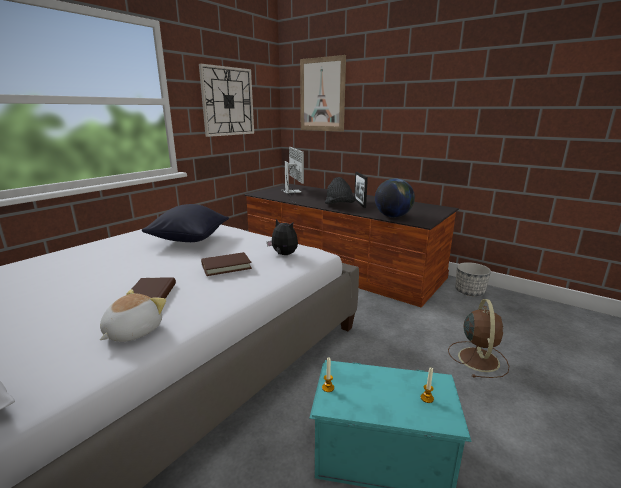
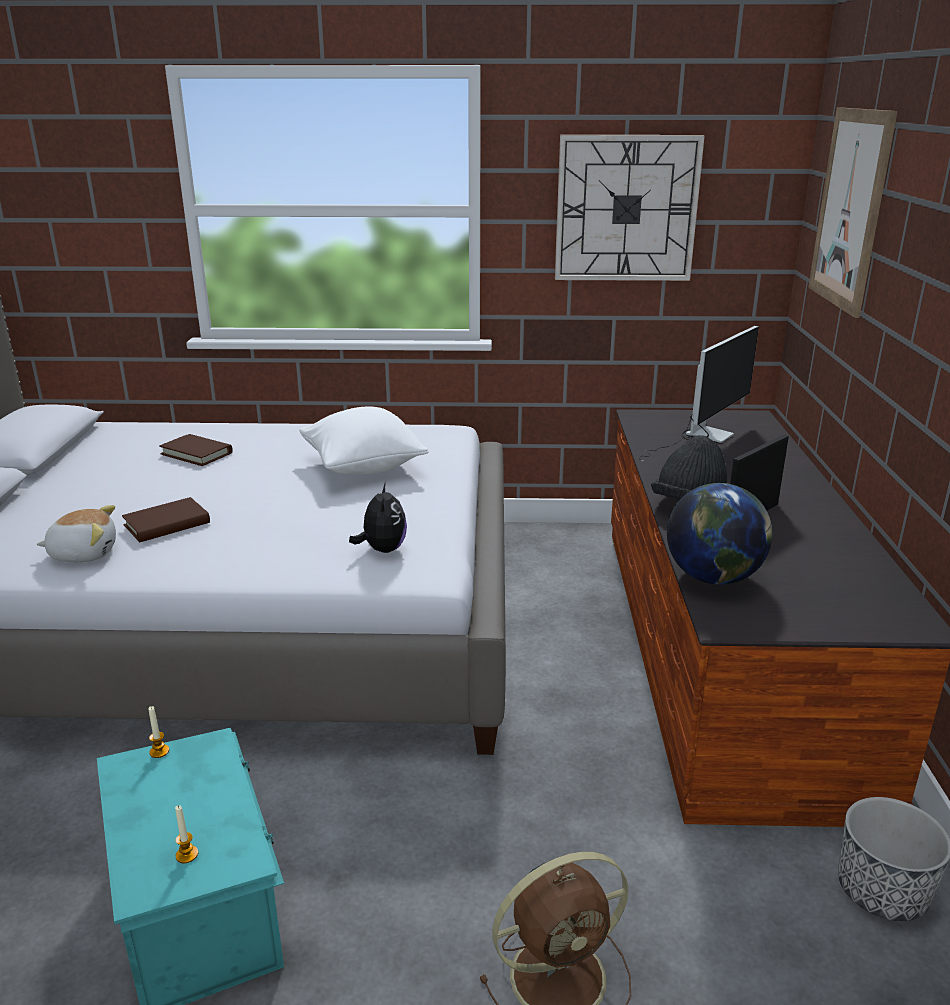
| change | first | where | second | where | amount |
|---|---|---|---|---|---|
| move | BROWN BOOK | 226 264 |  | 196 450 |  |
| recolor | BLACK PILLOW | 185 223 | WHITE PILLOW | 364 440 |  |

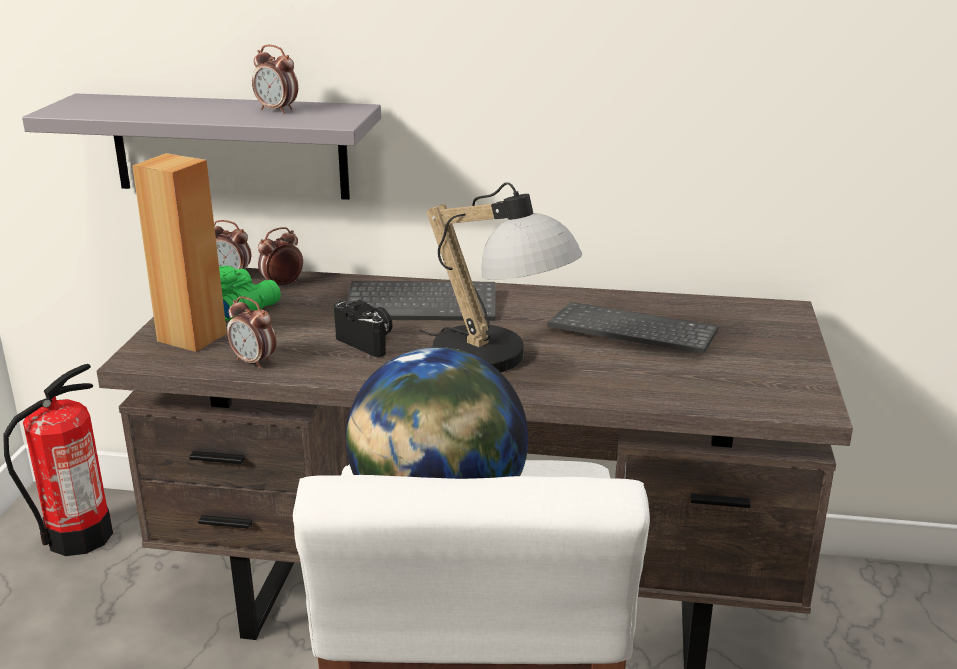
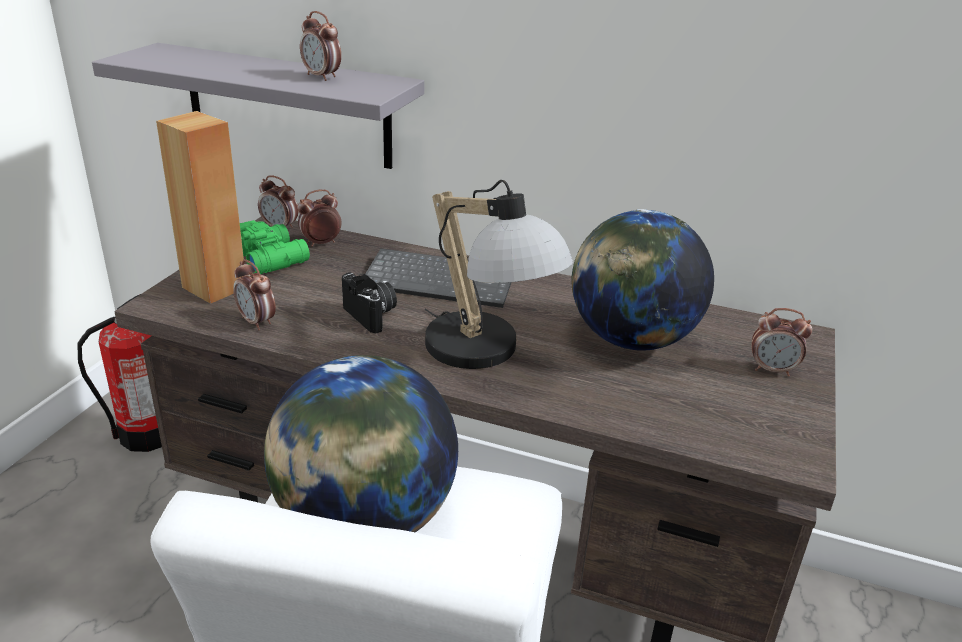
| change | first | where | second | where | amount |
|---|---|---|---|---|---|
| insert |  |  | ALARM CLOCK | 781 342 |  |
| replace | KEYBOARD | 633 328 | GLOBE | 642 279 |  |

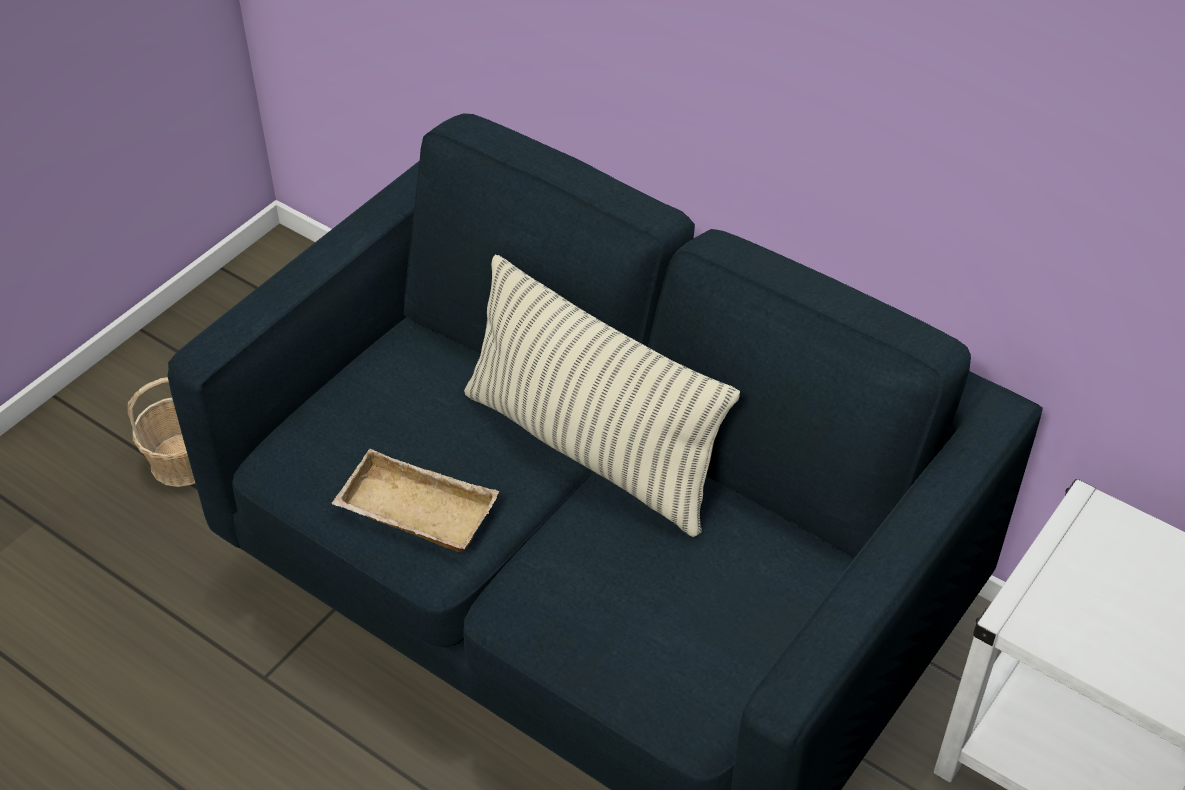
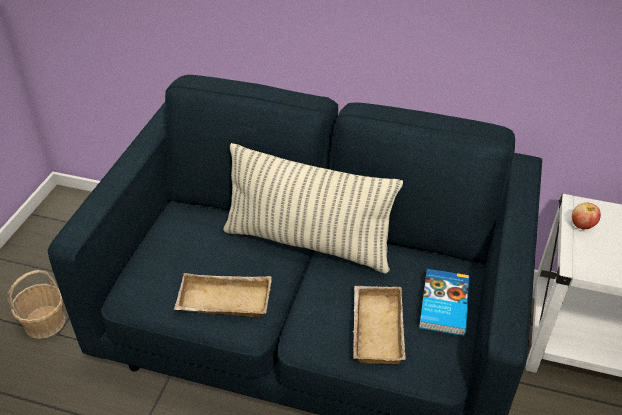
| change | first | where | second | where | amount |
|---|---|---|---|---|---|
| insert |  |  | BEIGE TRAY | 379 325 |  |
| insert |  |  | BOOK | 444 302 |  |
| insert |  |  | APPLE | 586 216 |  |

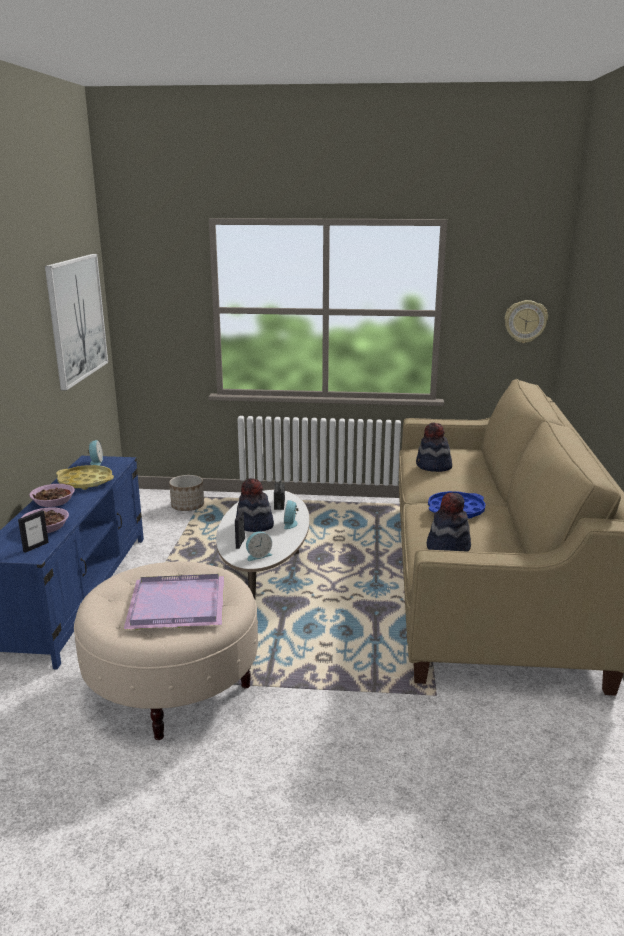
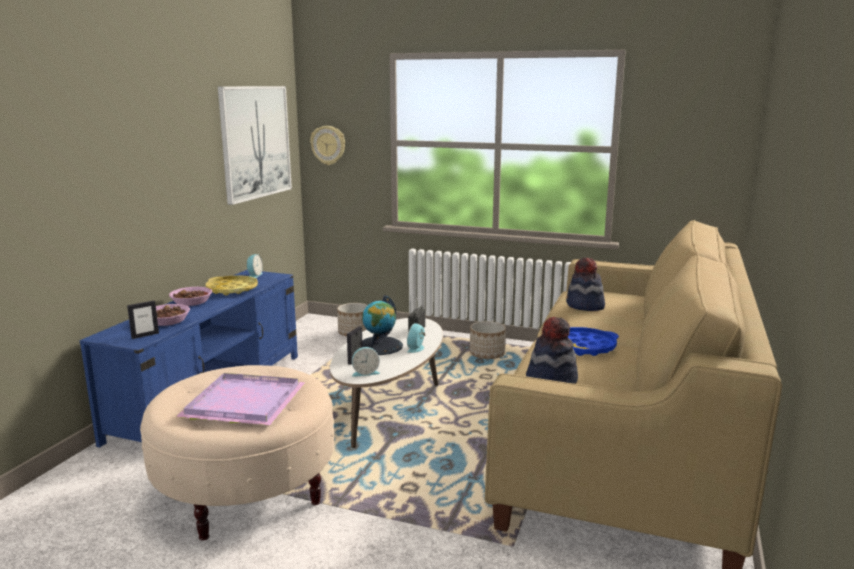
| change | first | where | second | where | amount |
|---|---|---|---|---|---|
| insert |  |  | PLANTER | 488 340 |  |
| move | WALL CLOCK | 526 321 |  | 327 145 |  |
| replace | HAT | 255 505 | GLOBE | 382 325 |  |

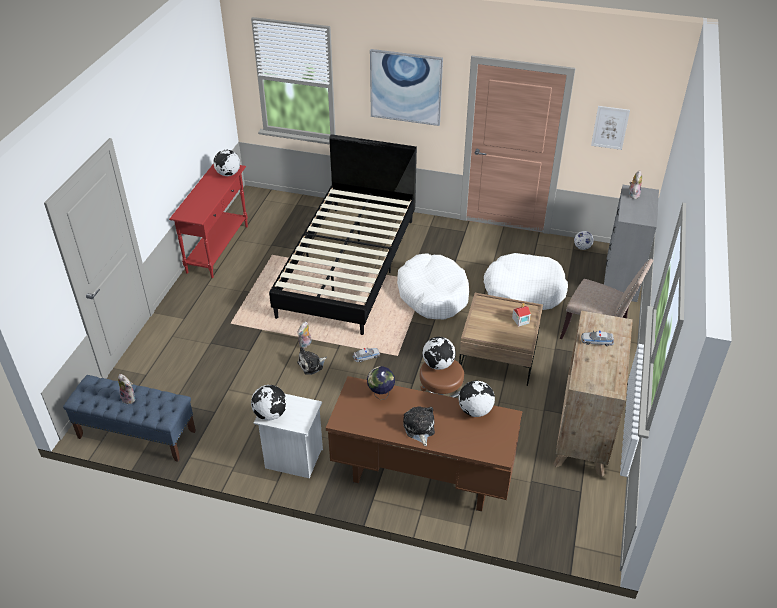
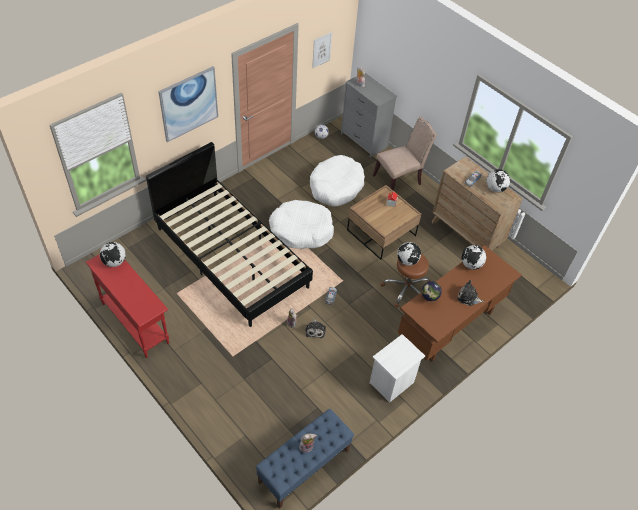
| change | first | where | second | where | amount |
|---|---|---|---|---|---|
| move | GLOBE | 269 402 |  | 498 180 |  |

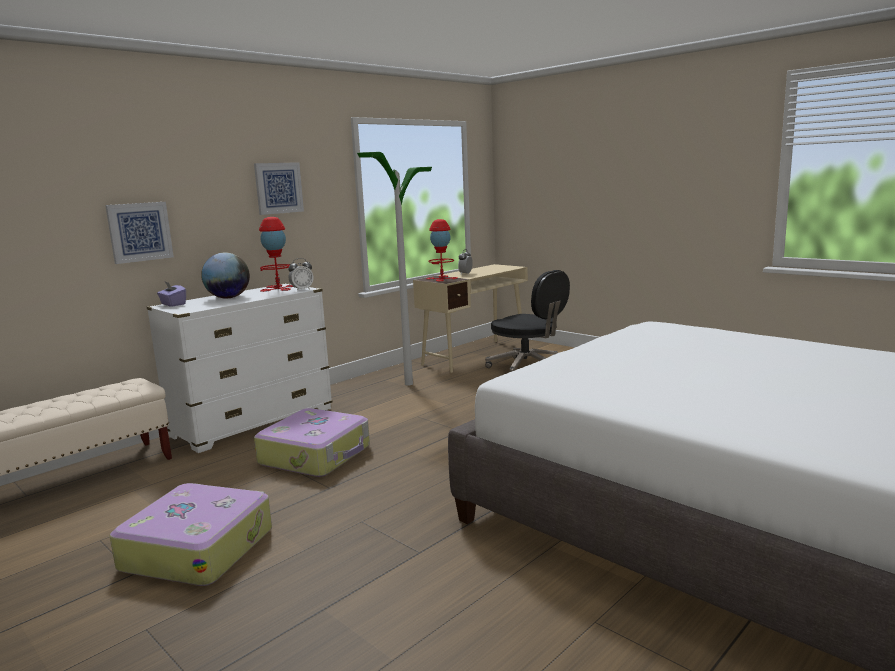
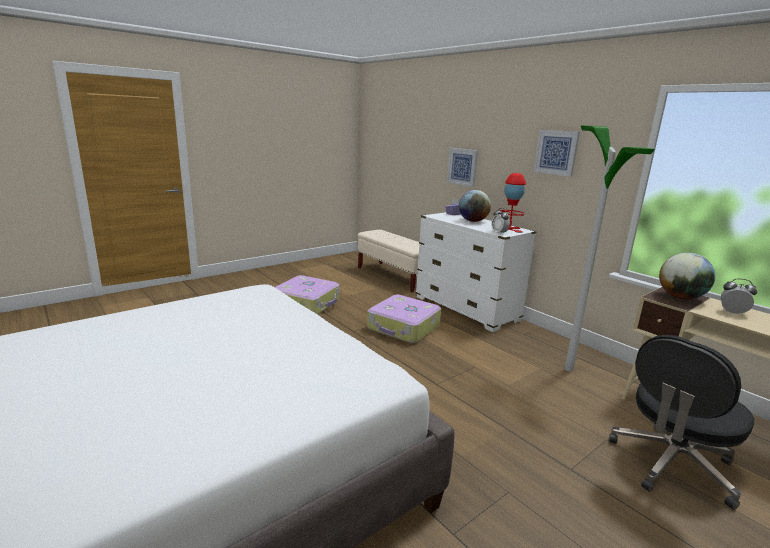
| change | first | where | second | where | amount |
|---|---|---|---|---|---|
| replace | RED TABLE LAMP | 442 250 | GLOBE | 687 276 |  |

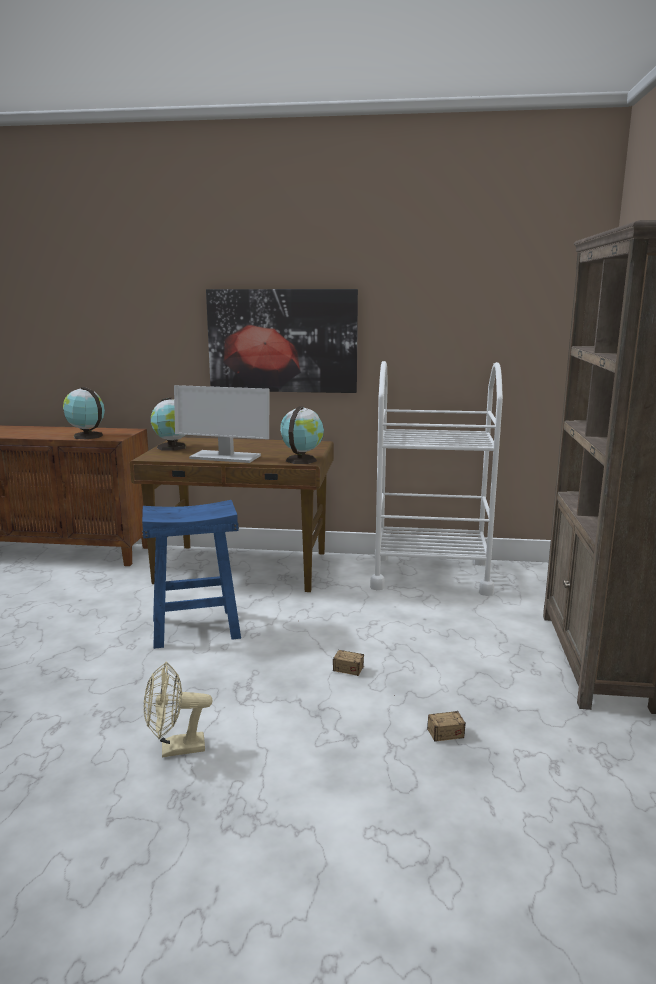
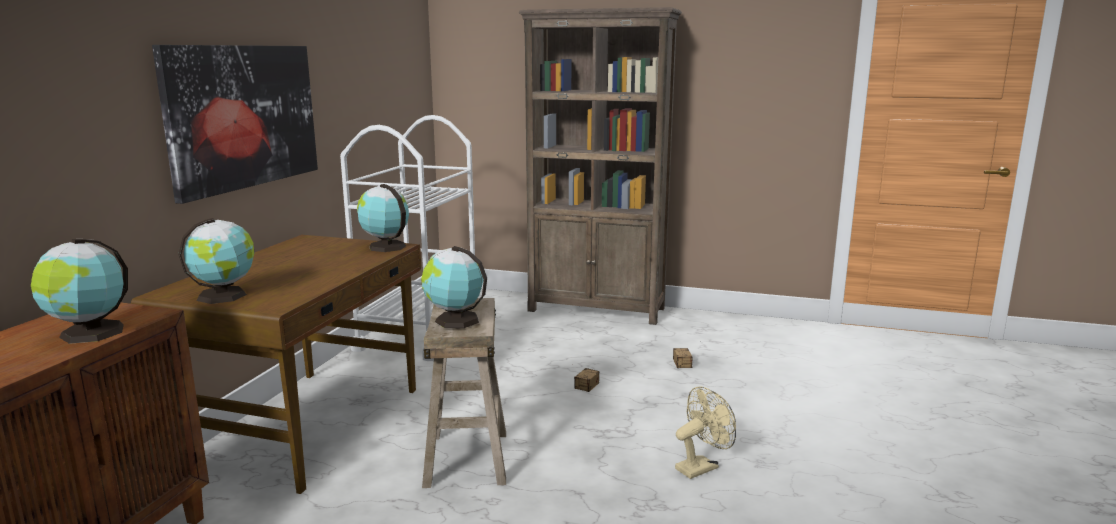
| change | first | where | second | where | amount |
|---|---|---|---|---|---|
| delete | MONITOR | 221 424 |  |  |  |
| insert |  |  | GLOBE | 454 287 |  |
| recolor | BLUE STOOL | 191 574 | BEIGE STOOL | 464 393 |  |
| rotate | BEIGE FAN | 178 710 |  | 705 432 | 120 degrees counterclockwise |

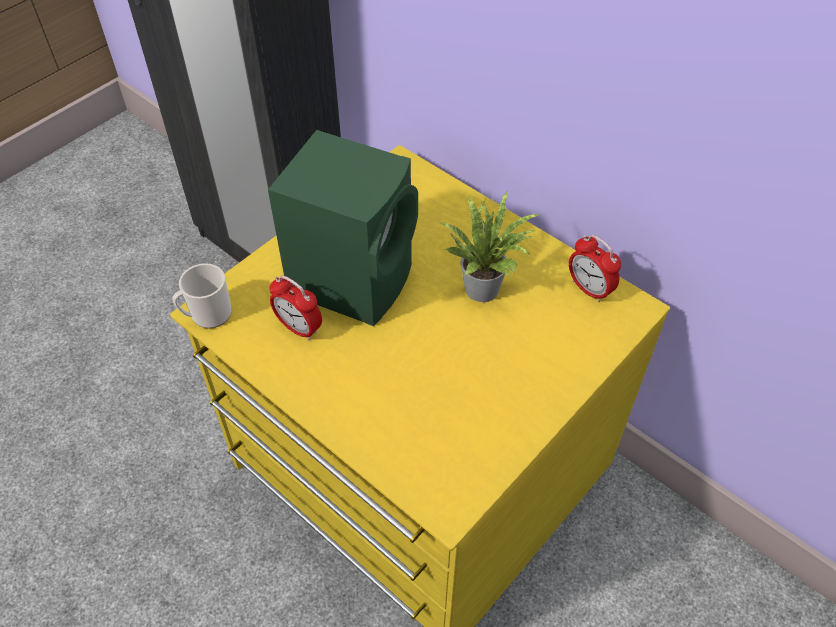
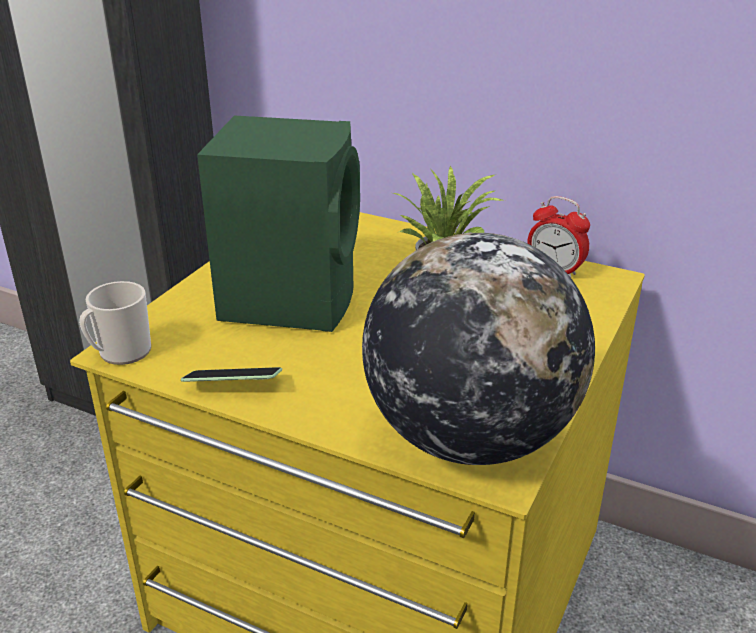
| change | first | where | second | where | amount |
|---|---|---|---|---|---|
| delete | ALARM CLOCK | 295 307 |  |  |  |
| insert |  |  | PHONE | 231 374 |  |
| insert |  |  | GLOBE | 478 349 |  |

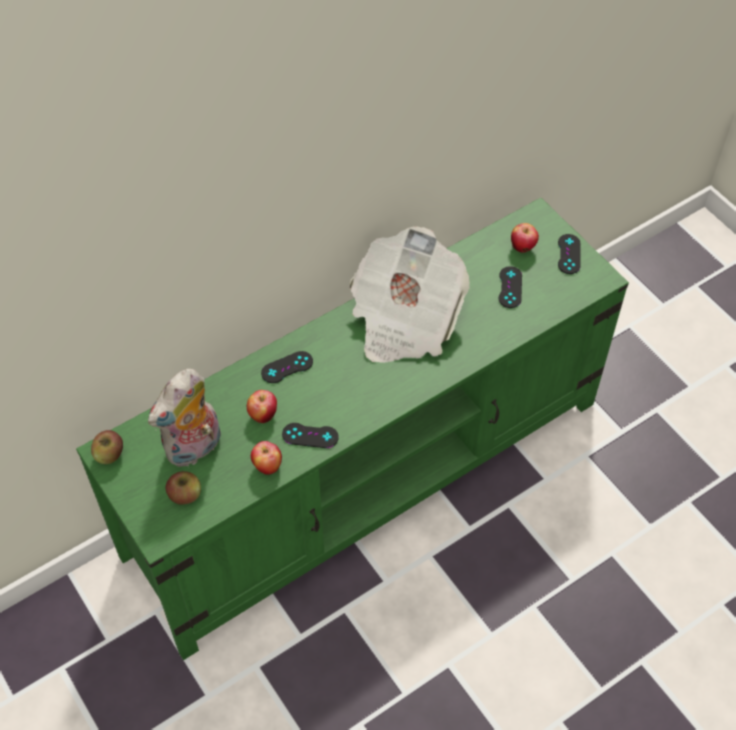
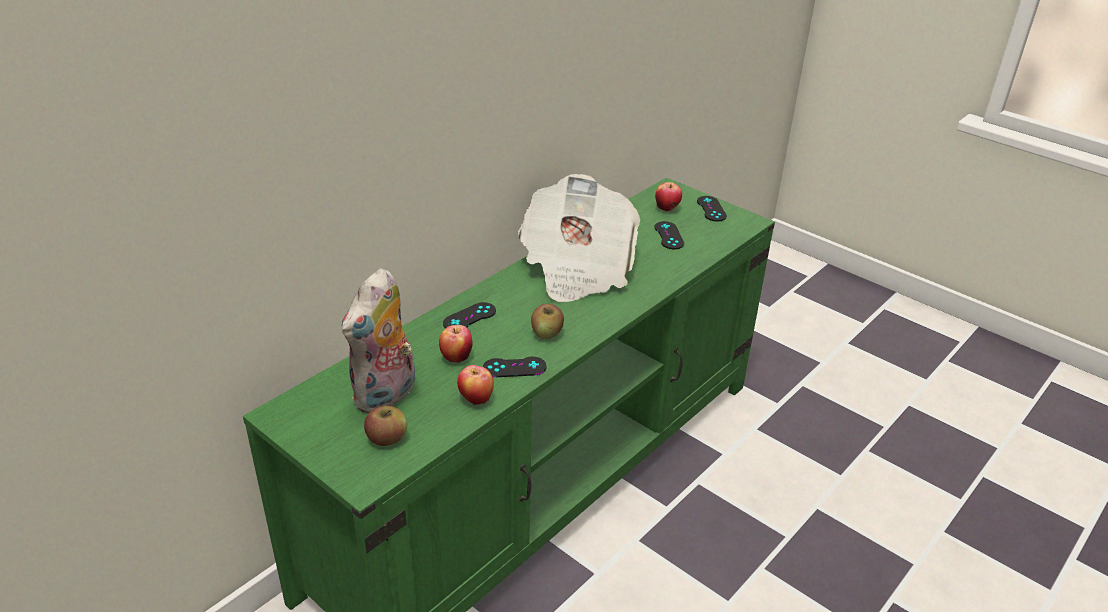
| change | first | where | second | where | amount |
|---|---|---|---|---|---|
| move | APPLE | 107 447 |  | 547 321 |  |

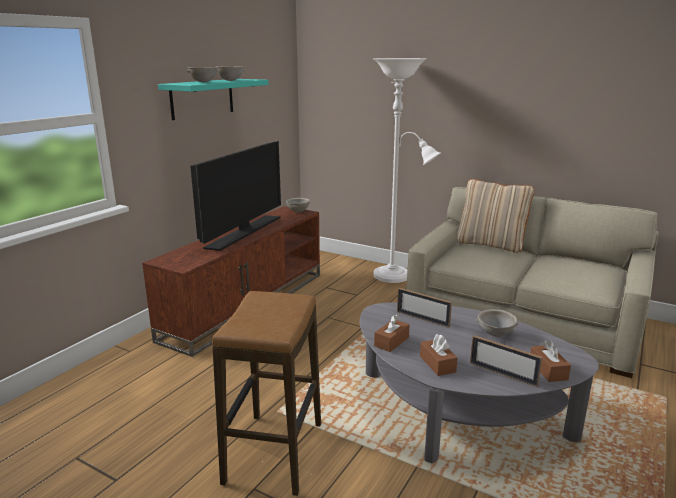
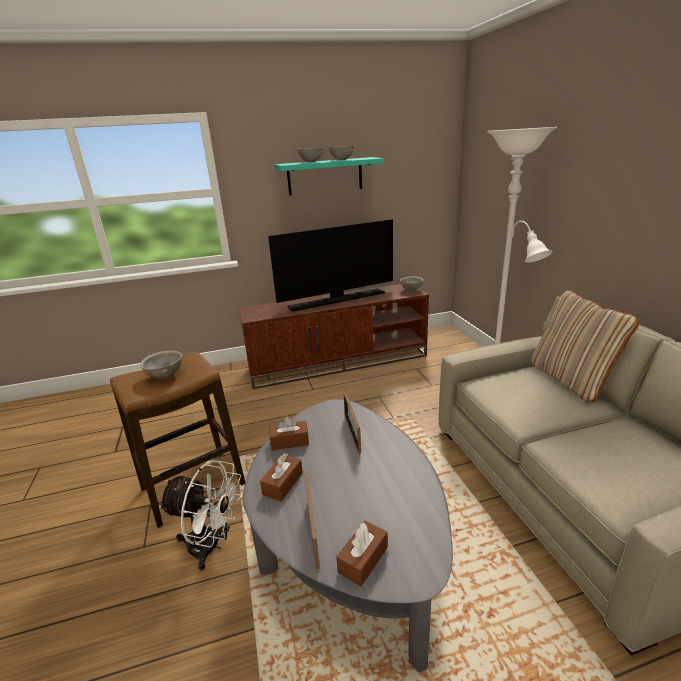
| change | first | where | second | where | amount |
|---|---|---|---|---|---|
| insert |  |  | WHITE FAN | 200 515 |  |
| move | GREY BOWL | 497 323 |  | 161 365 |  |

